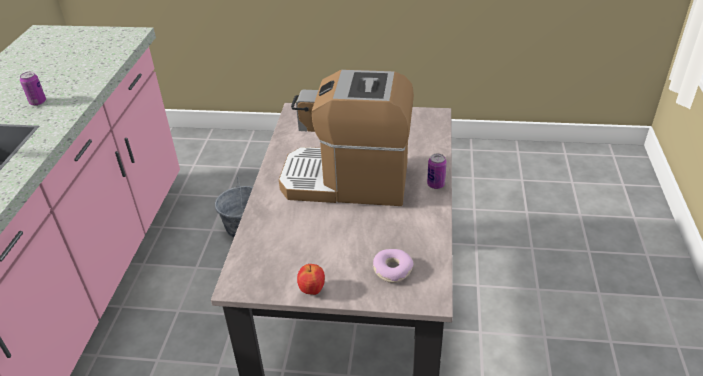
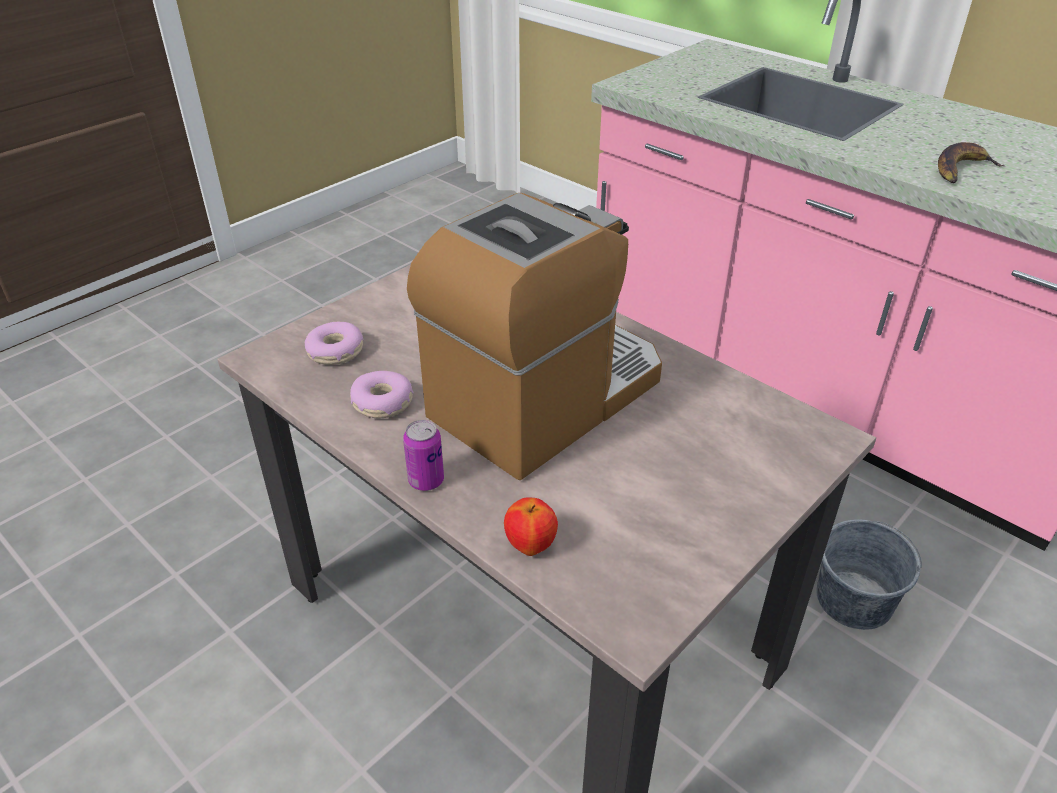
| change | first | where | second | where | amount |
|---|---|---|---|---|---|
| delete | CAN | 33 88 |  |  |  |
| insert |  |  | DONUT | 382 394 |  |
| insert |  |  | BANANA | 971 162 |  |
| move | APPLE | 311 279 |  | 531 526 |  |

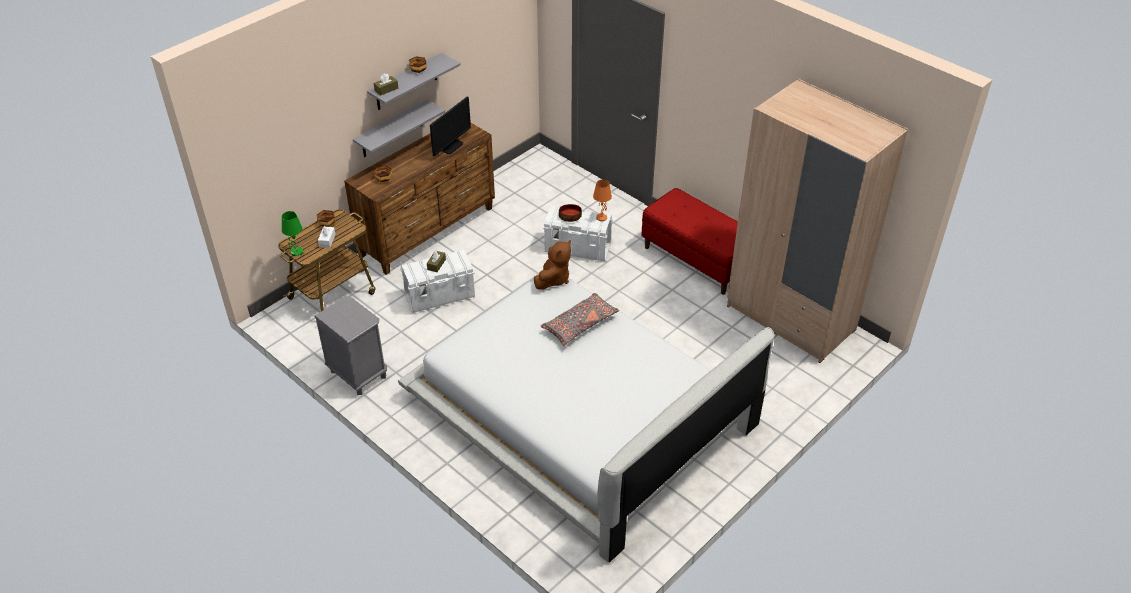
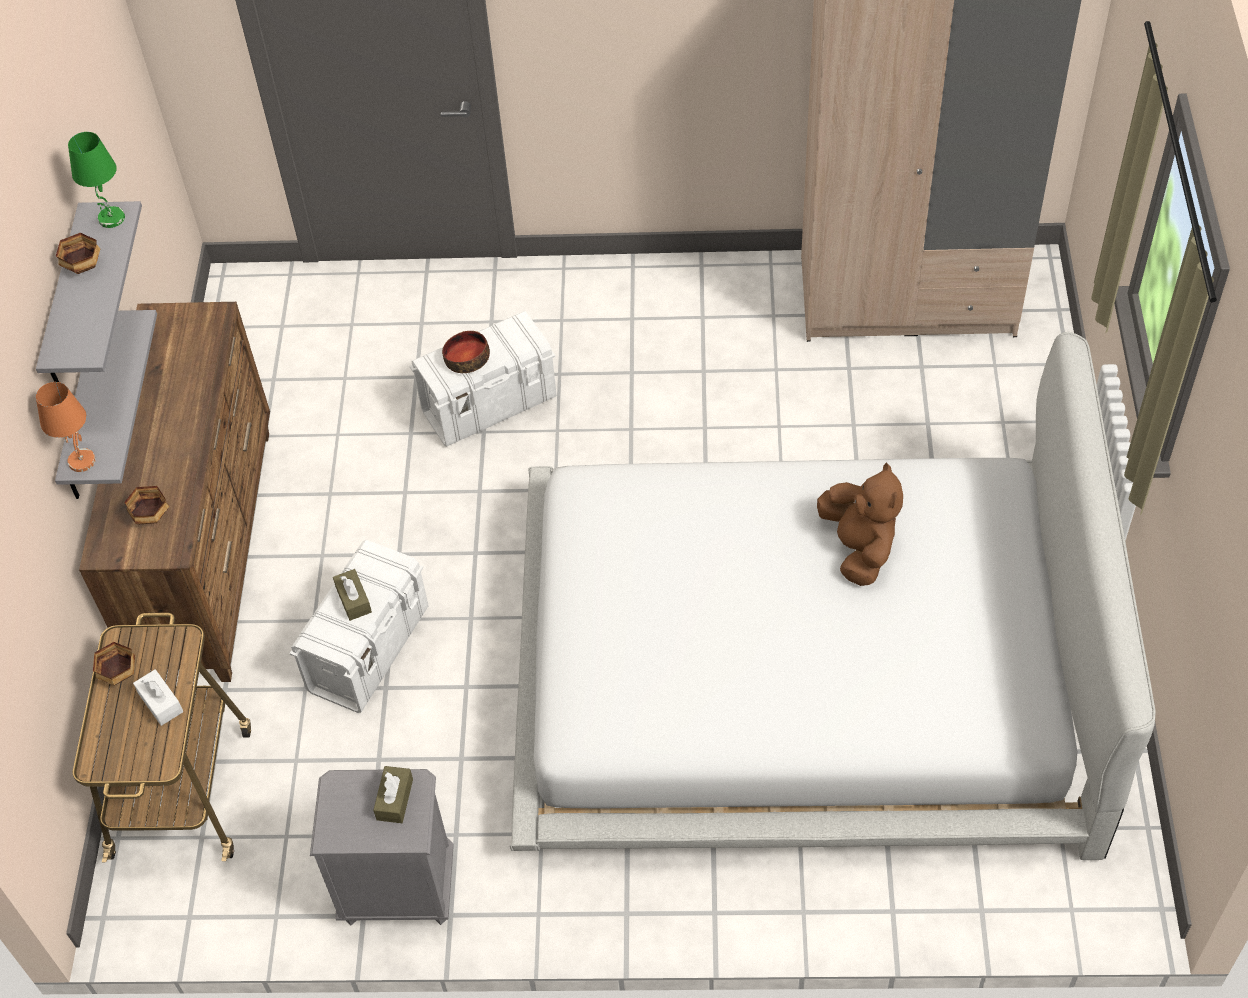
| change | first | where | second | where | amount |
|---|---|---|---|---|---|
| delete | MONITOR | 450 126 |  |  |  |
| delete | GREY PILLOW | 580 319 |  |  |  |
| delete | RED BENCH | 689 241 |  |  |  |
| move | GREEN TABLE LAMP | 292 233 |  | 96 180 |  |
| move | BROWN TISSUE BOX | 386 84 |  | 393 794 |  |
| move | BROWN PLUSH TOY | 552 264 |  | 860 524 |  |
| move | ORANGE TABLE LAMP | 602 200 |  | 66 427 |  |

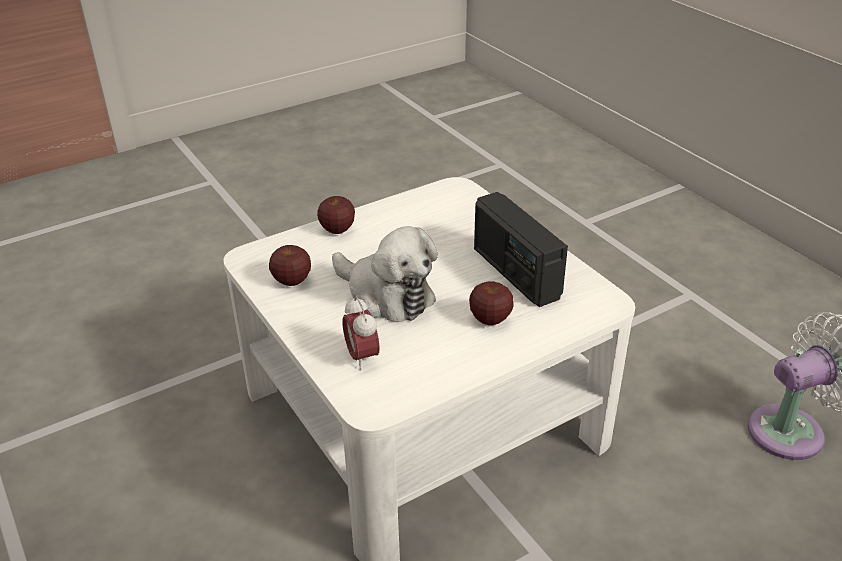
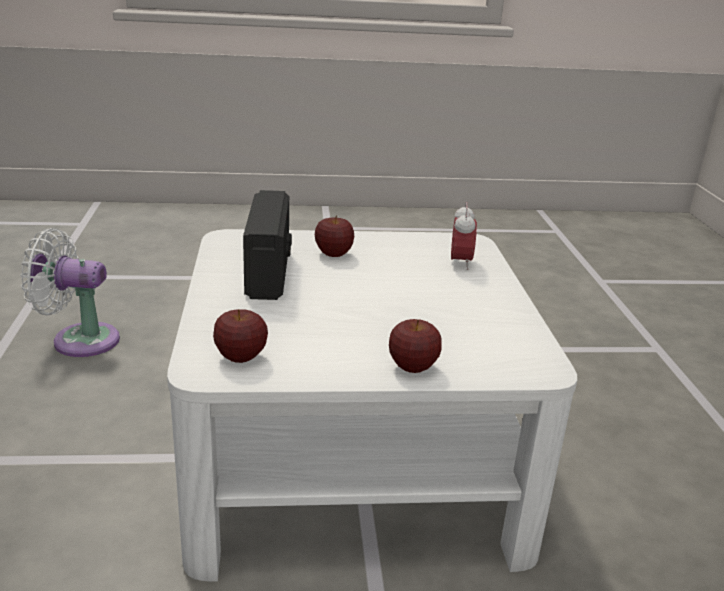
| change | first | where | second | where | amount |
|---|---|---|---|---|---|
| delete | PLUSH TOY | 385 274 |  |  |  |
| move | APPLE | 290 265 |  | 240 336 |  |

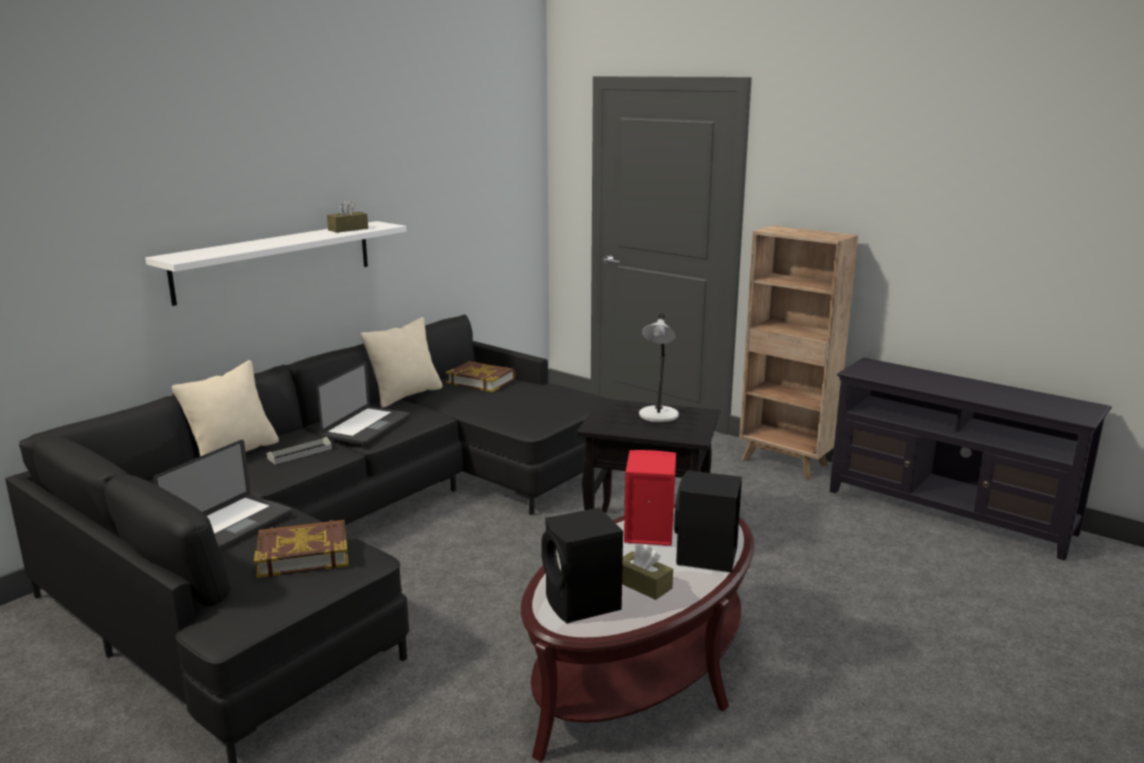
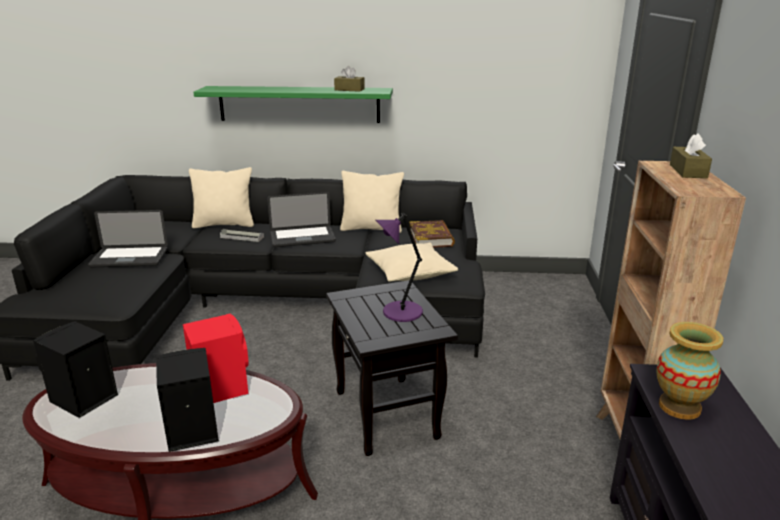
| change | first | where | second | where | amount |
|---|---|---|---|---|---|
| delete | BOOK | 301 549 |  |  |  |
| insert |  |  | BEIGE PILLOW | 411 262 |  |
| insert |  |  | VASE | 689 371 |  |
| move | BROWN TISSUE BOX | 647 572 |  | 691 155 |  |
| recolor | WHITE SHELF | 276 263 | GREEN SHELF | 293 104 |  |
| recolor | GREY TABLE LAMP | 659 367 | PURPLE TABLE LAMP | 399 267 |  |

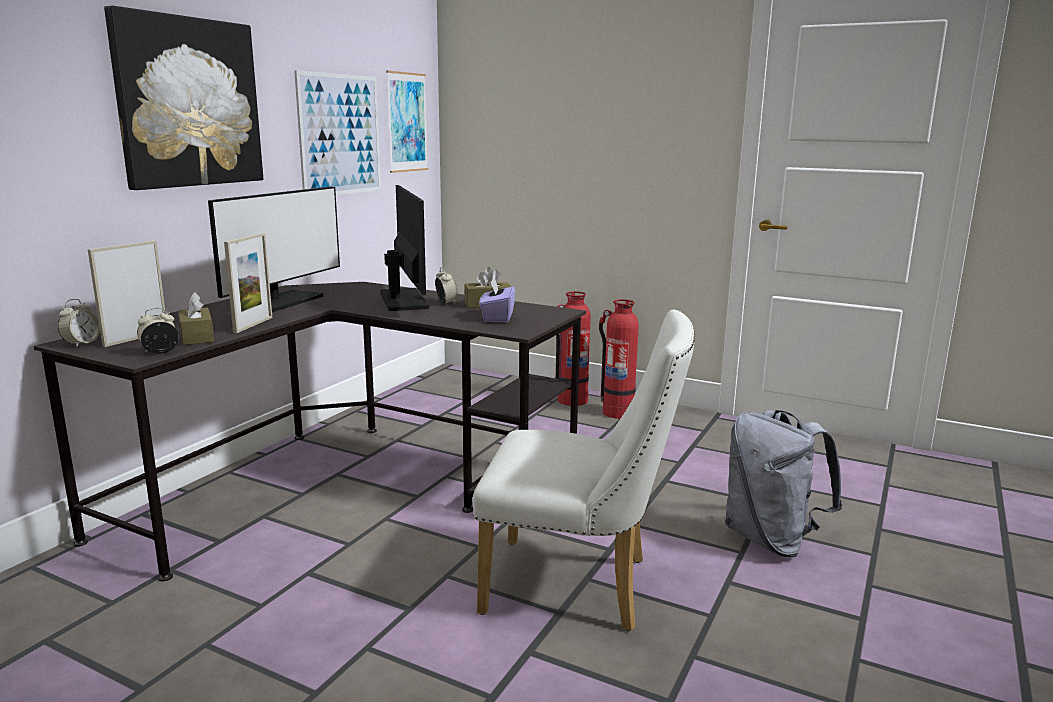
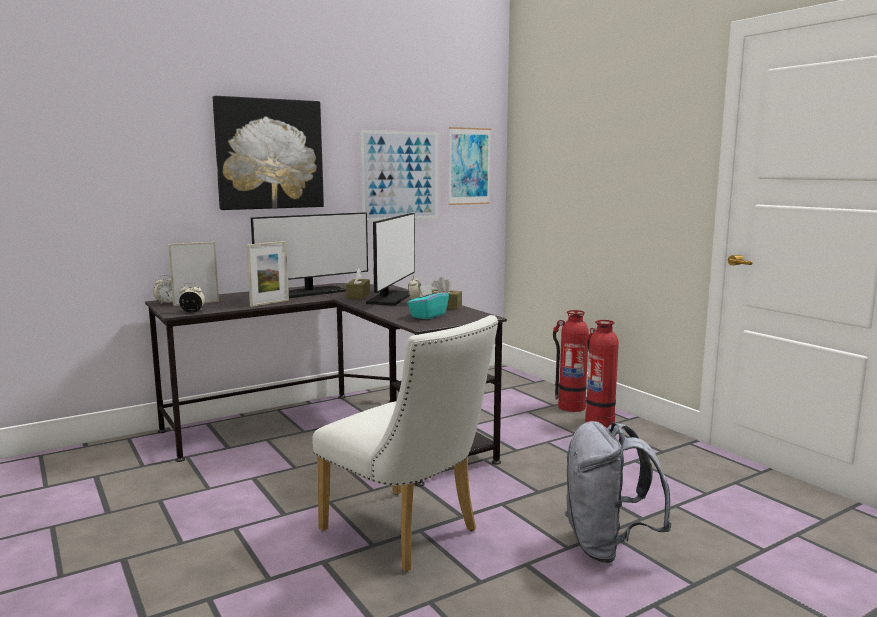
| change | first | where | second | where | amount |
|---|---|---|---|---|---|
| move | BROWN TISSUE BOX | 196 318 |  | 358 283 |  |
| recolor | PURPLE TISSUE BOX | 497 299 | TURQUOISE TISSUE BOX | 428 301 |  |

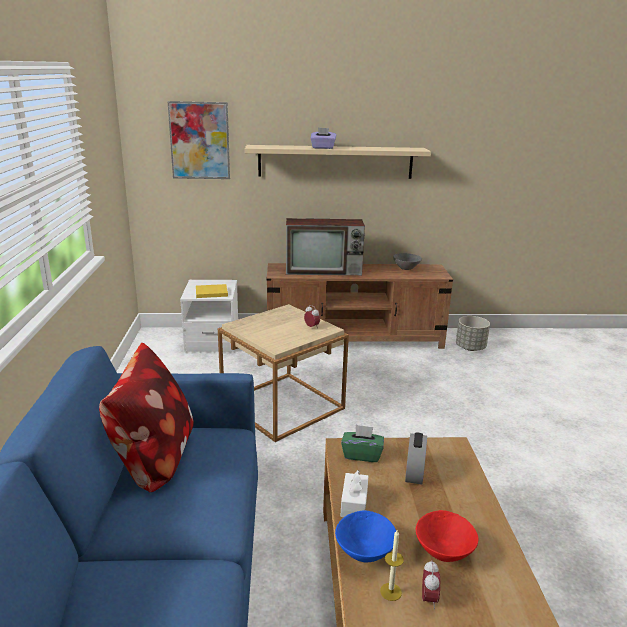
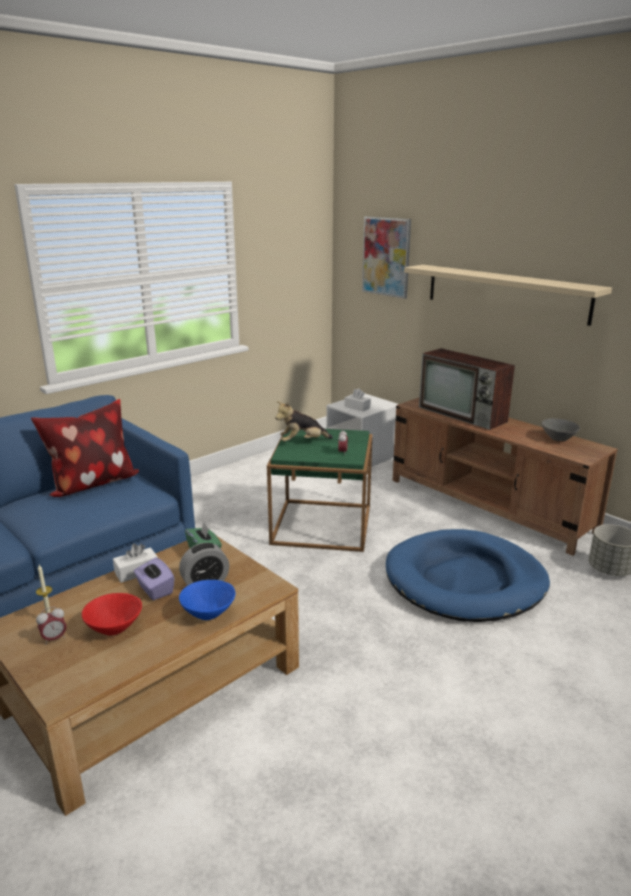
| change | first | where | second | where | amount |
|---|---|---|---|---|---|
| insert |  |  | PLUSH TOY | 304 421 |  |
| insert |  |  | BLUE DOG BED | 468 575 |  |
| move | PURPLE TISSUE BOX | 323 138 |  | 154 578 |  |
| move | BLUE BOWL | 365 536 |  | 207 600 |  |
| replace | YELLOW BOOK | 212 291 | WHITE TISSUE BOX | 358 400 |  |
| recolor | BEIGE SIDE TABLE | 283 373 | GREEN SIDE TABLE | 320 490 |  |

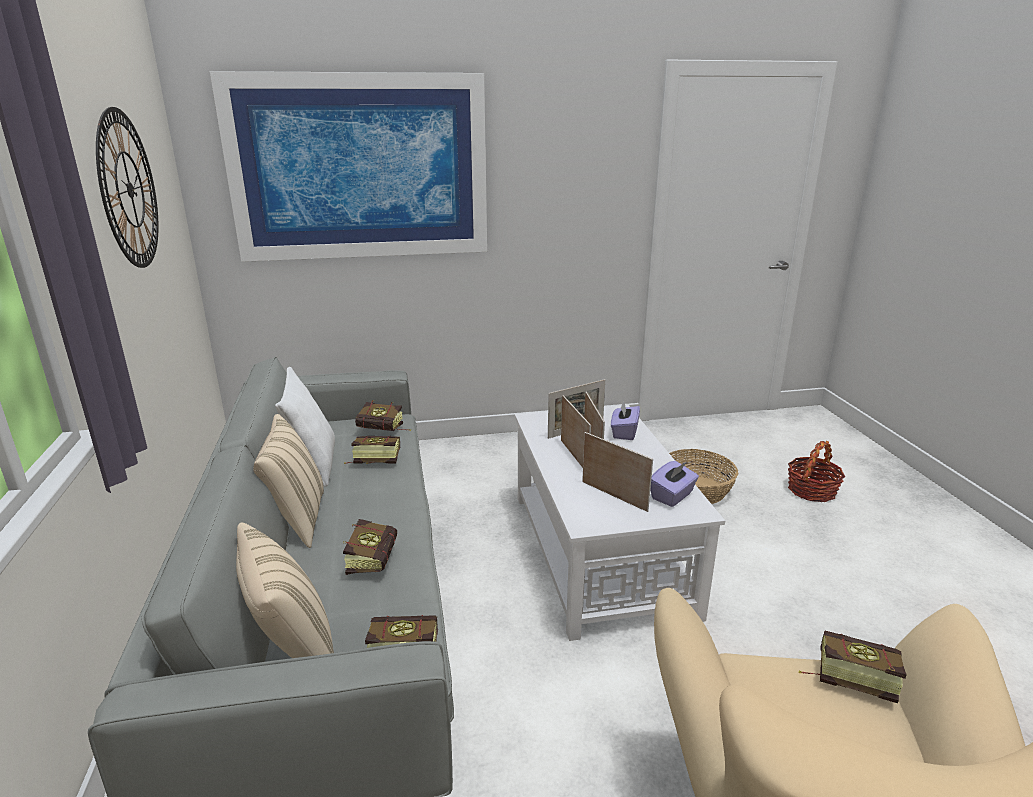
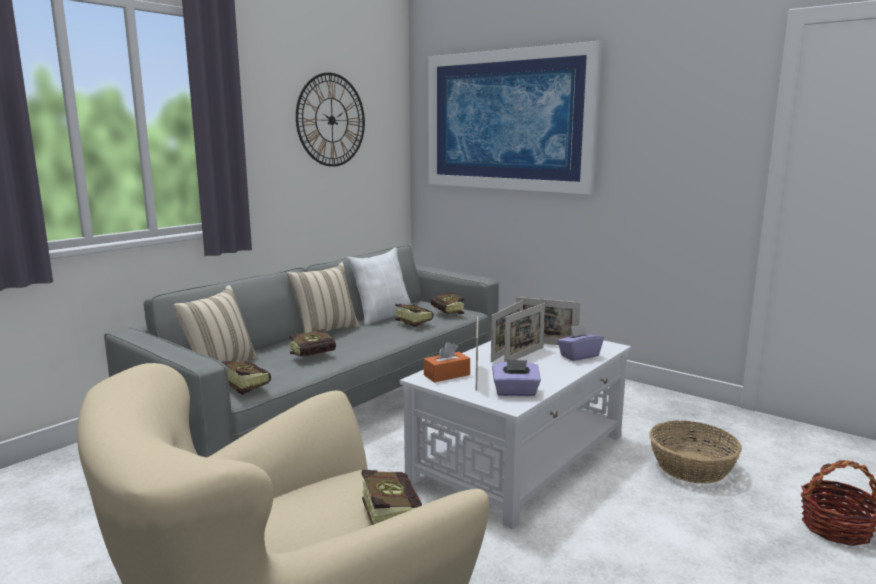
| change | first | where | second | where | amount |
|---|---|---|---|---|---|
| insert |  |  | ORANGE TISSUE BOX | 447 362 |  |

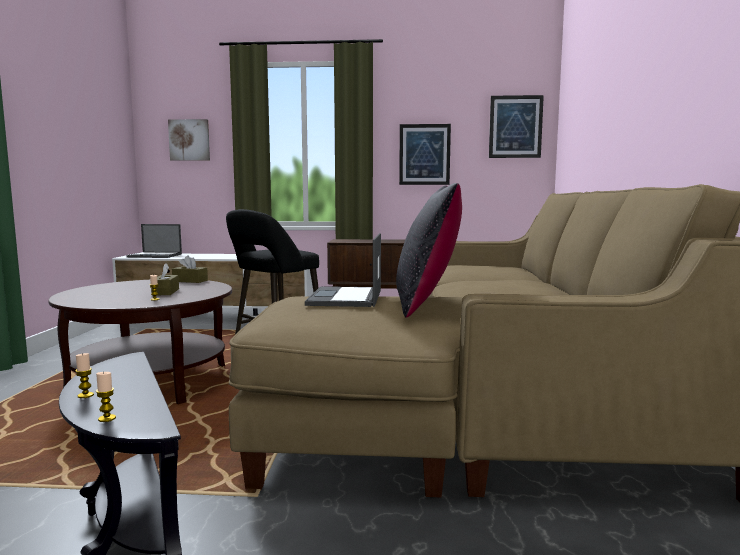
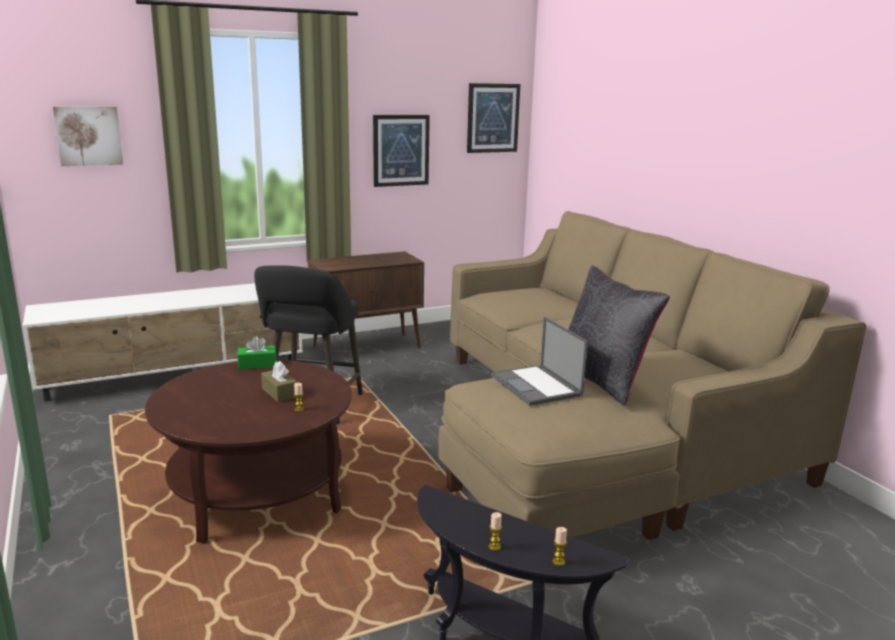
| change | first | where | second | where | amount |
|---|---|---|---|---|---|
| delete | LAPTOP | 154 241 |  |  |  |
| recolor | BROWN TISSUE BOX | 190 269 | GREEN TISSUE BOX | 257 353 |  |

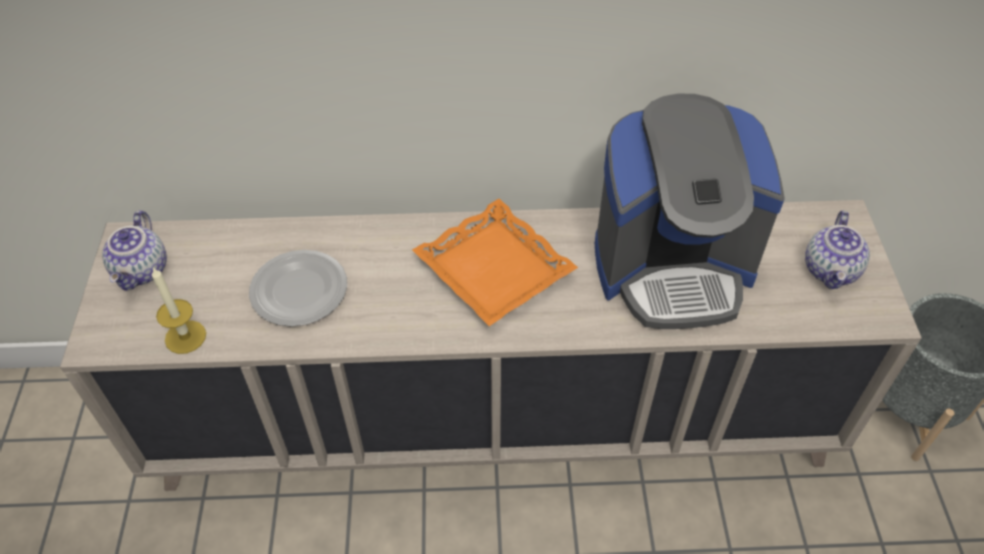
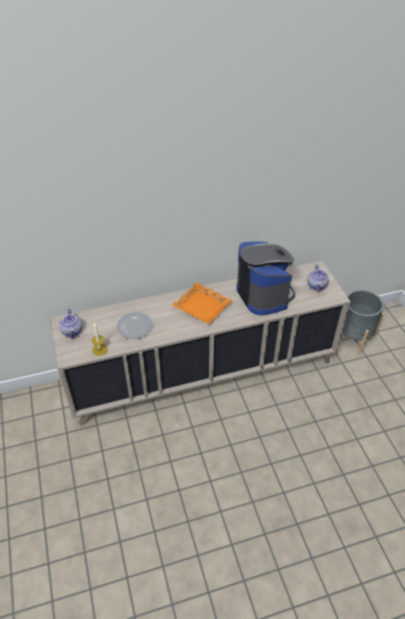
| change | first | where | second | where | amount |
|---|---|---|---|---|---|
| rotate | COFFEE MACHINE | 690 211 |  | 265 278 | 90 degrees counterclockwise |

